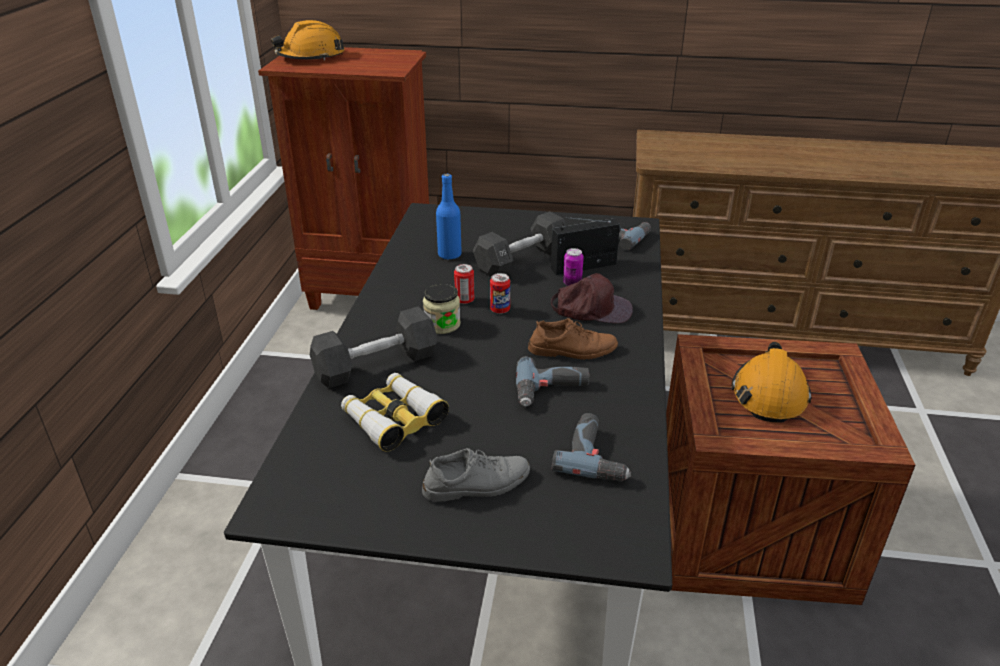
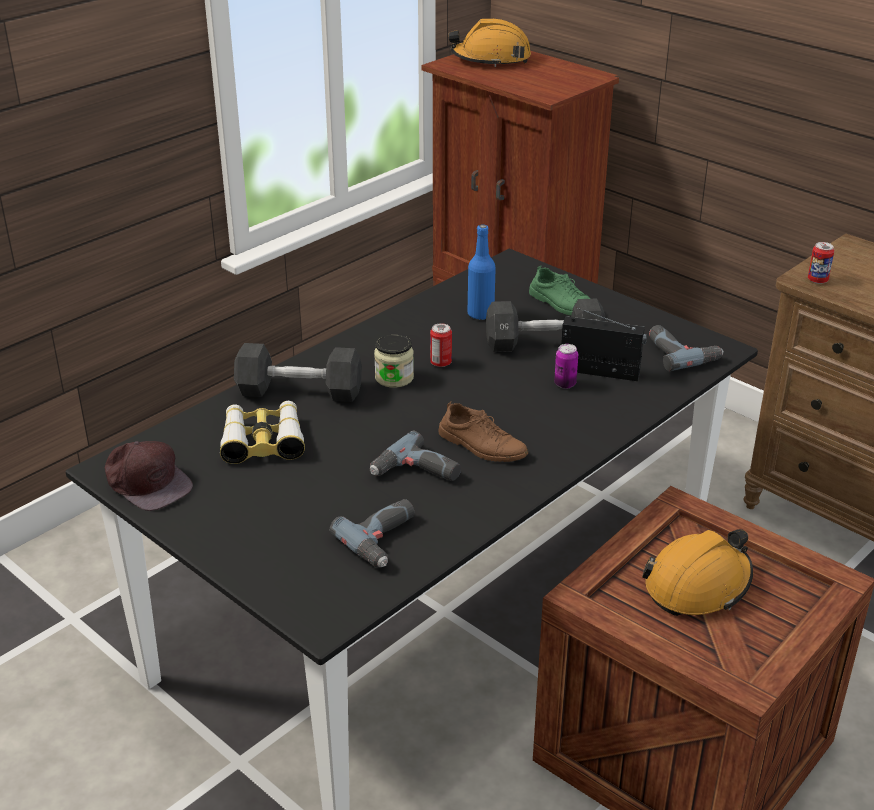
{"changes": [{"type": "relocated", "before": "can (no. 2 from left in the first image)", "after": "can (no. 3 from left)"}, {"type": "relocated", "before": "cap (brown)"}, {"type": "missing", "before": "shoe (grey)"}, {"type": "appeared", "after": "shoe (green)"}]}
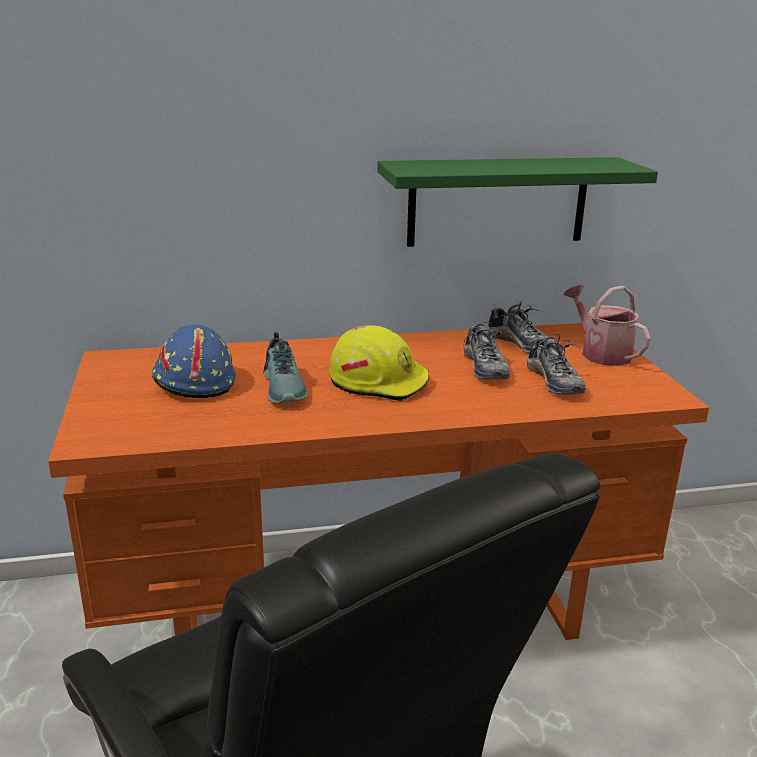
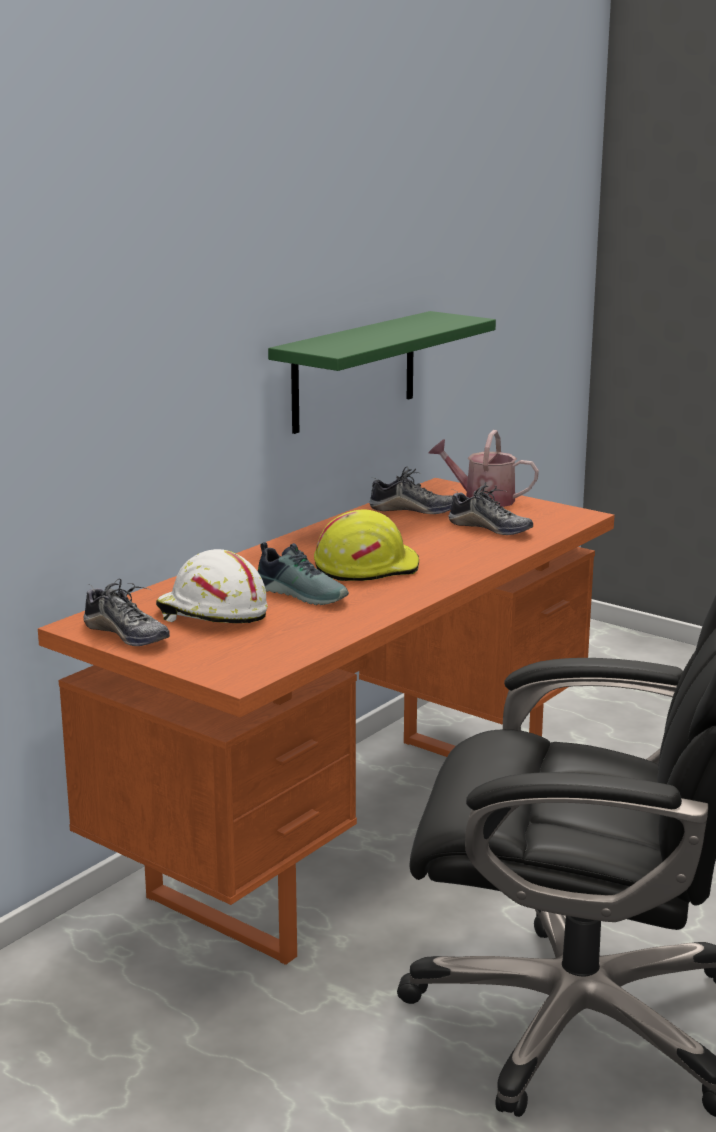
{"changes": [{"type": "relocated", "before": "shoe (no. 2 from left in the first image)", "after": "shoe (no. 1 from left)"}, {"type": "colour", "before": "hard hat (blue)", "after": "hard hat (white)"}]}
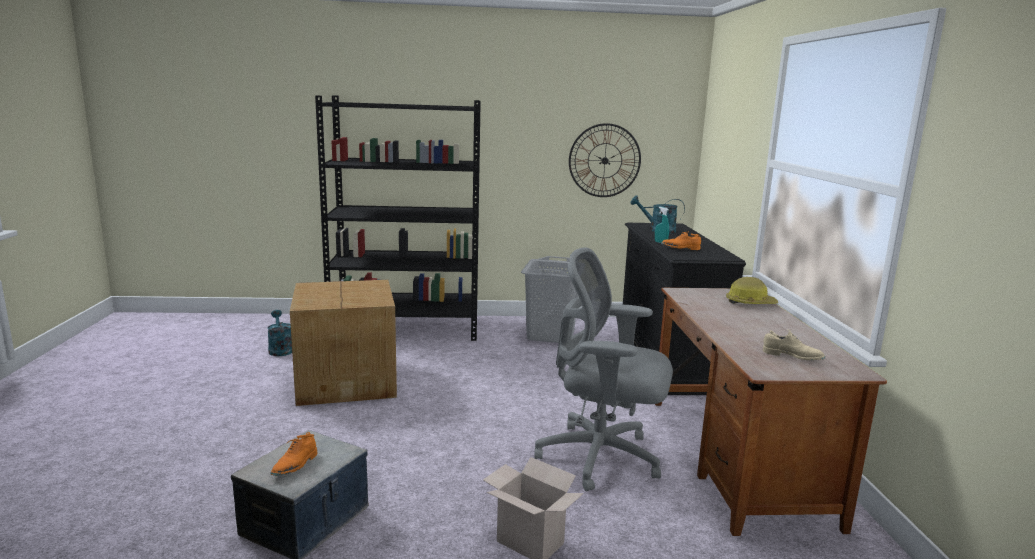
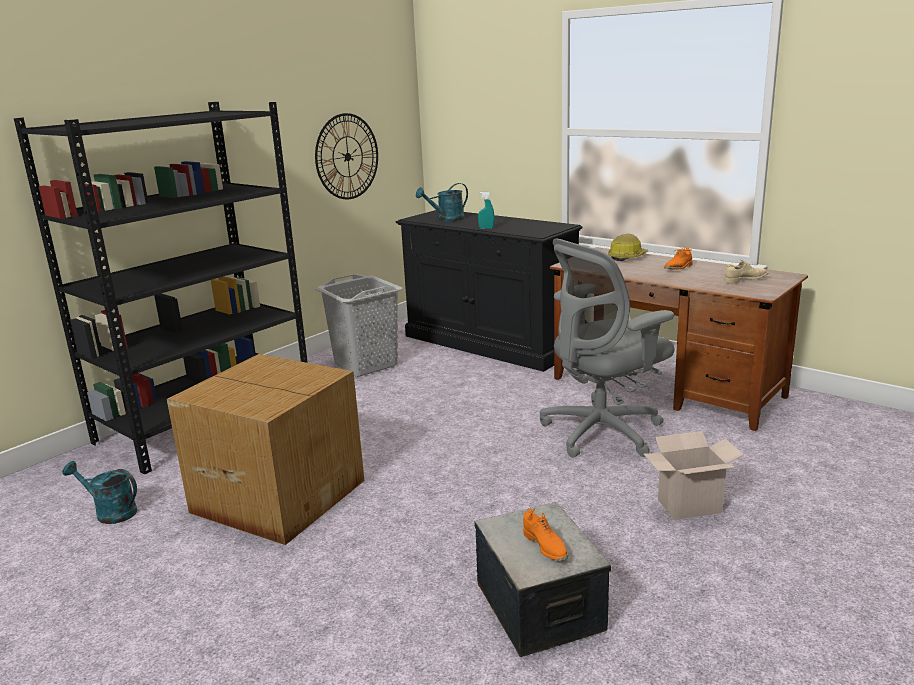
{"changes": [{"type": "relocated", "before": "shoe (orange) (no. 2 from left)"}]}
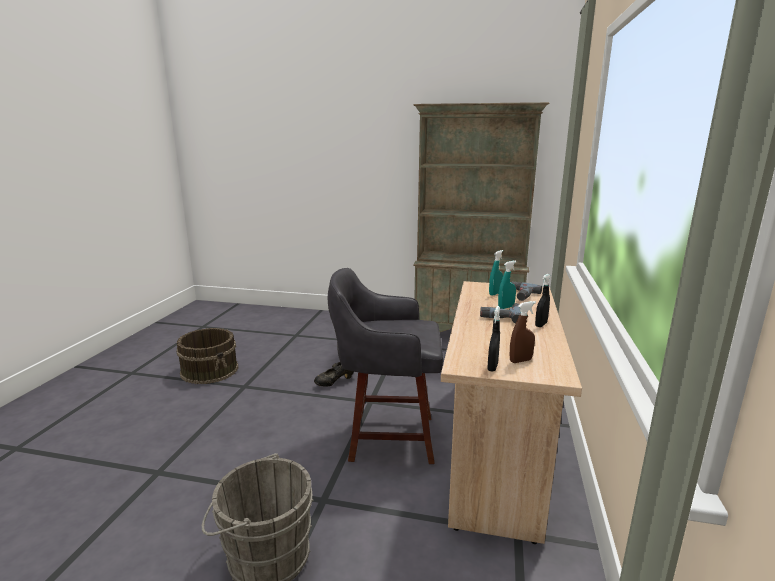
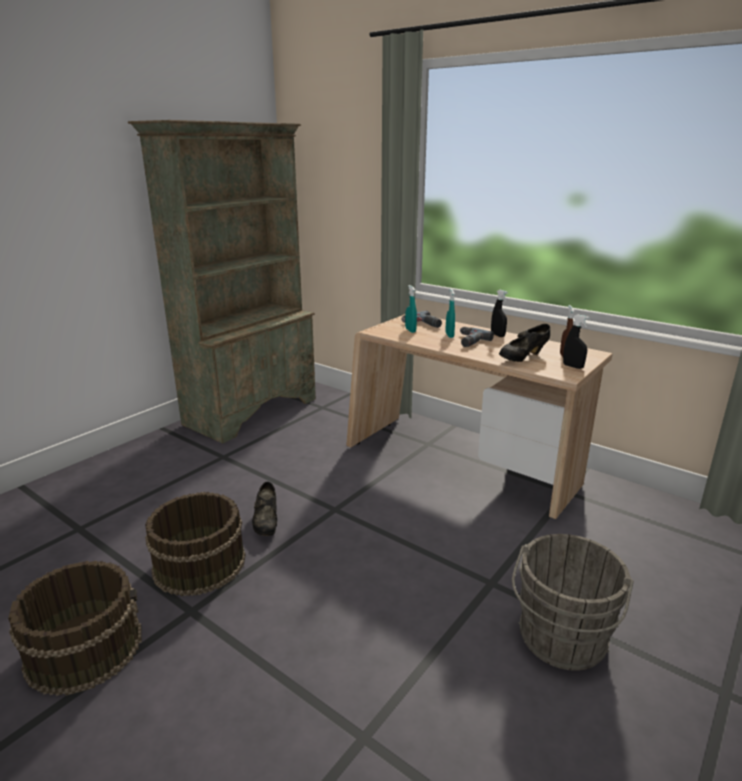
{"changes": [{"type": "missing", "before": "stool (grey)"}, {"type": "appeared", "after": "shoe (black) (no. 2 from left)"}, {"type": "appeared", "after": "bucket (brown) (no. 2 from left)"}]}
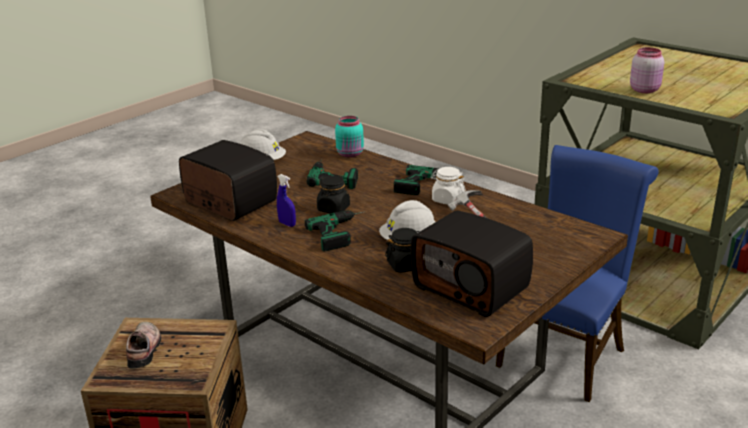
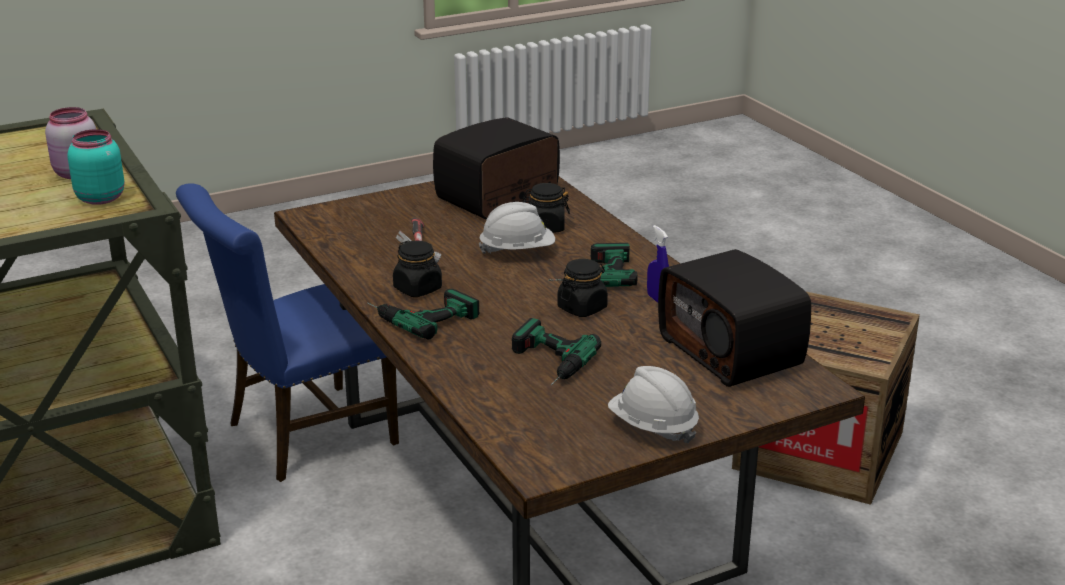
{"changes": [{"type": "relocated", "before": "jar (turquoise)"}, {"type": "colour", "before": "jar (white)", "after": "jar (black) (no. 1 from left)"}, {"type": "spun", "before": "radio (no. 2 from left in the first image)", "turn": -105}, {"type": "missing", "before": "shoe"}]}
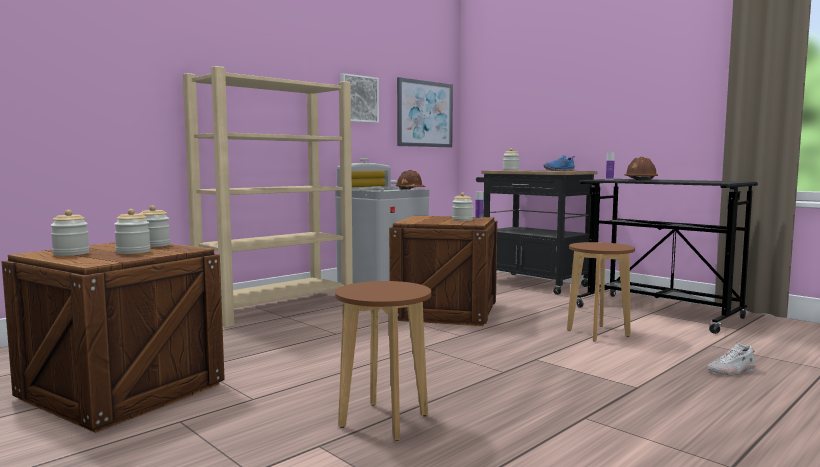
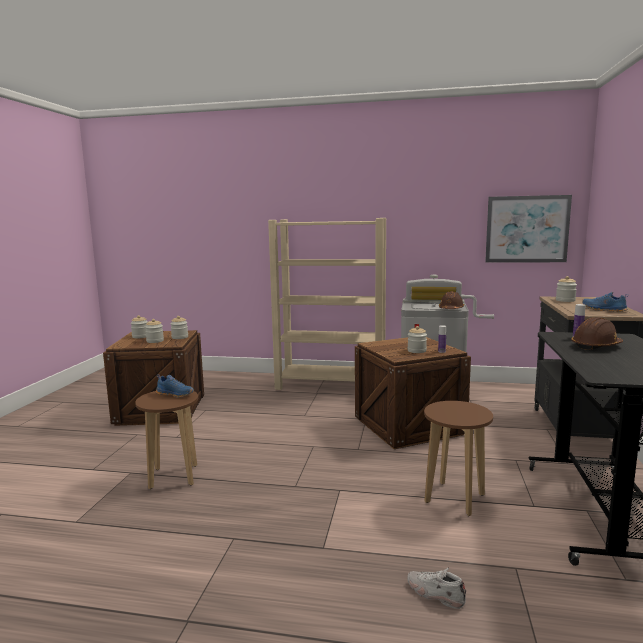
{"changes": [{"type": "missing", "before": "picture (no. 1 from left)"}, {"type": "appeared", "after": "shoe (blue) (no. 1 from left)"}]}
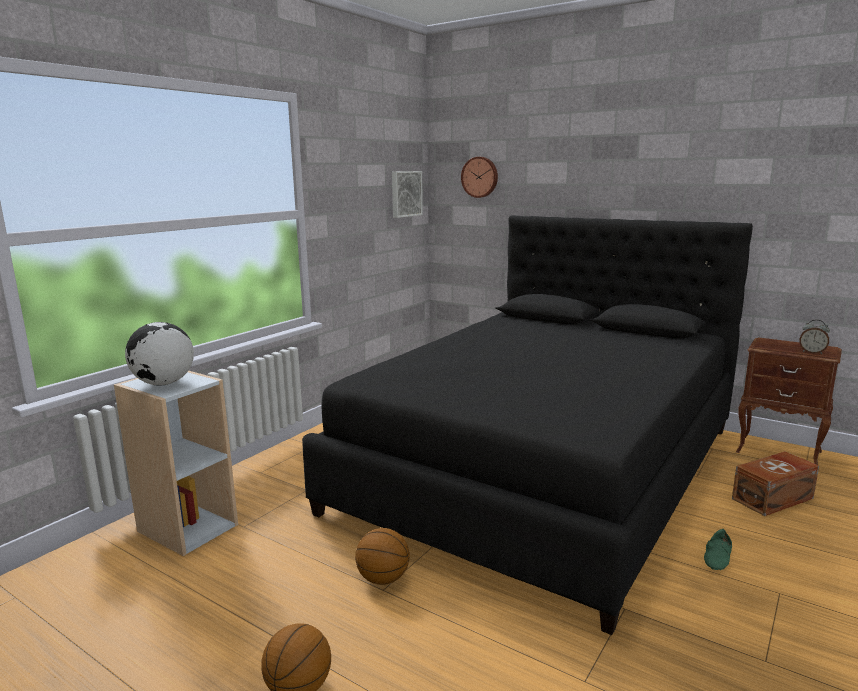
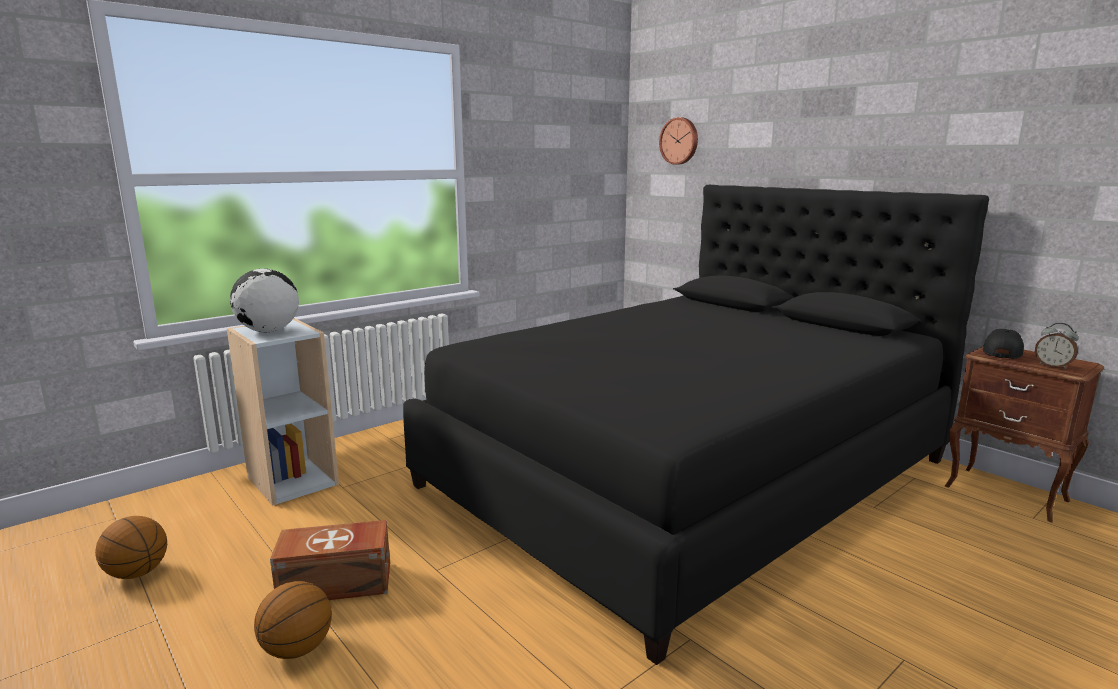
{"changes": [{"type": "missing", "before": "picture"}, {"type": "relocated", "before": "storage box (brown)"}, {"type": "relocated", "before": "basketball (no. 2 from left in the first image)", "after": "basketball (no. 1 from left)"}, {"type": "missing", "before": "shoe (green)"}, {"type": "appeared", "after": "cap (black)"}]}
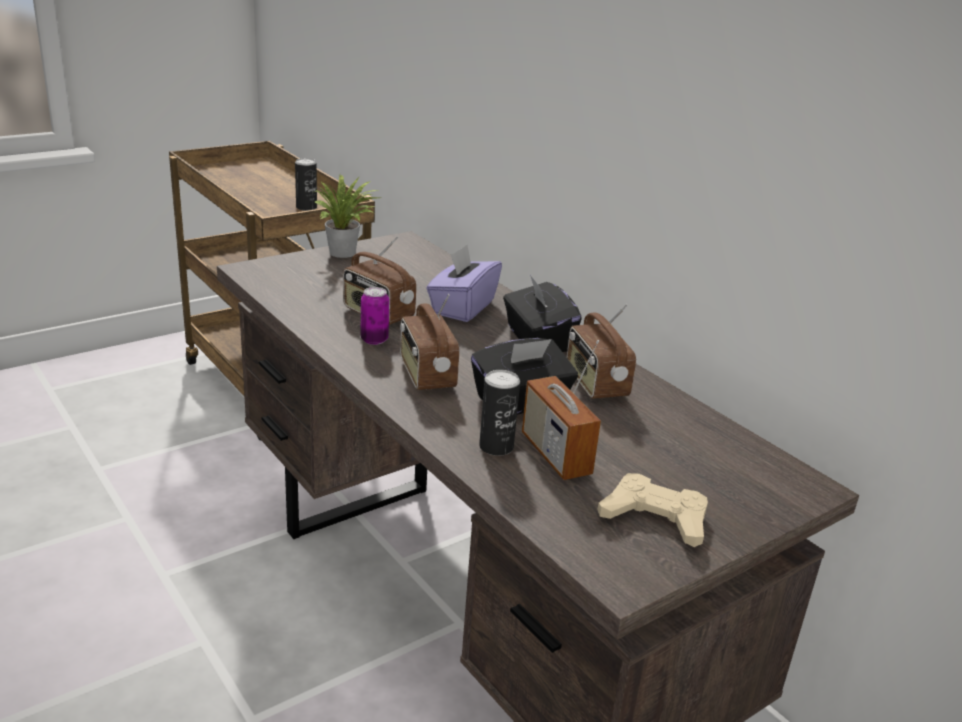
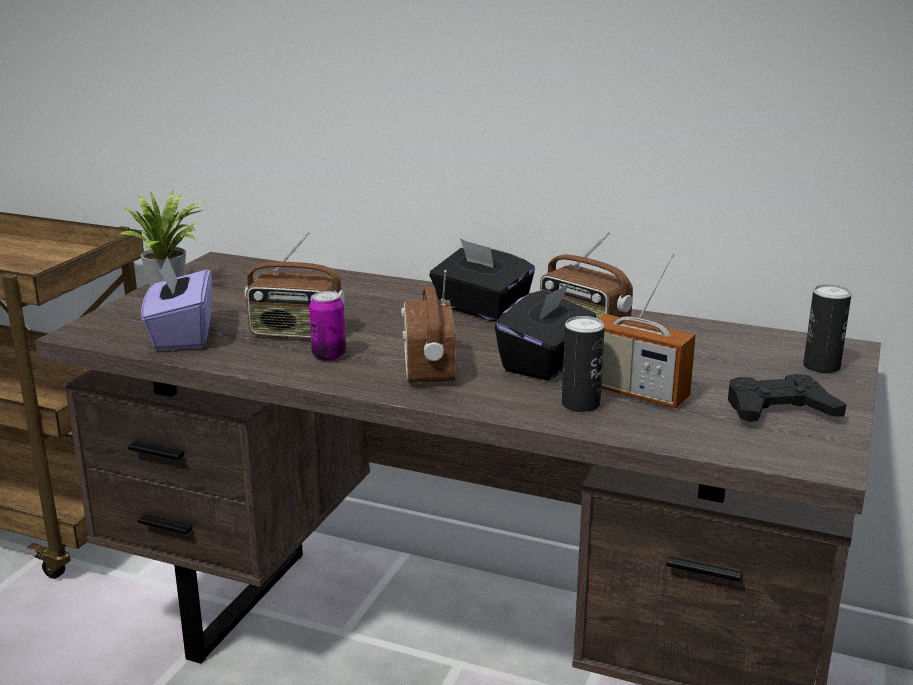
{"changes": [{"type": "relocated", "before": "can (no. 1 from left in the first image)", "after": "can (no. 3 from left)"}, {"type": "relocated", "before": "tissue box (purple)"}, {"type": "spun", "before": "radio (no. 2 from left)", "turn": 45}, {"type": "colour", "before": "game controller (beige)", "after": "game controller (black)"}]}
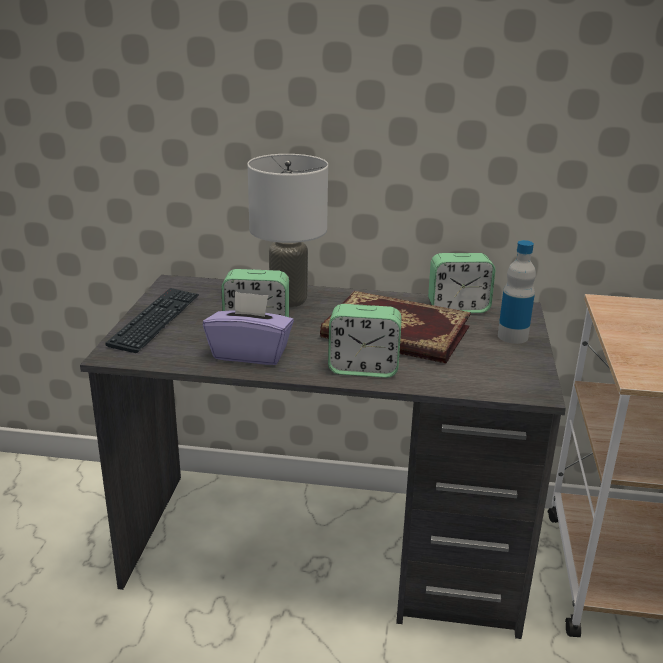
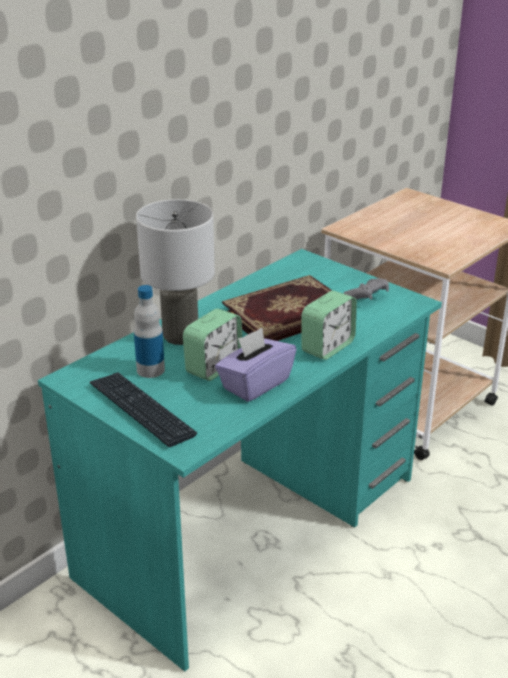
{"changes": [{"type": "relocated", "before": "bottle"}, {"type": "missing", "before": "alarm clock (no. 3 from left)"}, {"type": "colour", "before": "desk (grey)", "after": "desk (turquoise)"}, {"type": "appeared", "after": "game controller (grey)"}]}
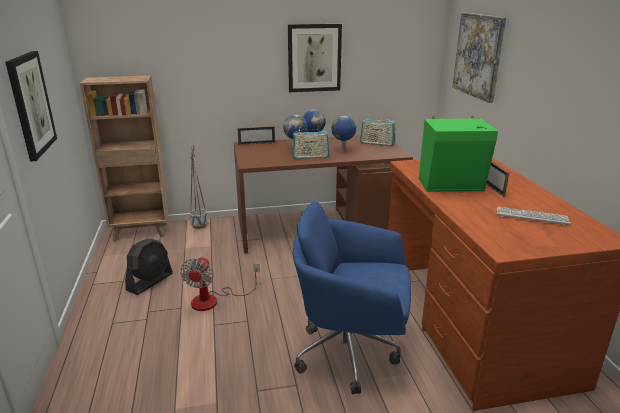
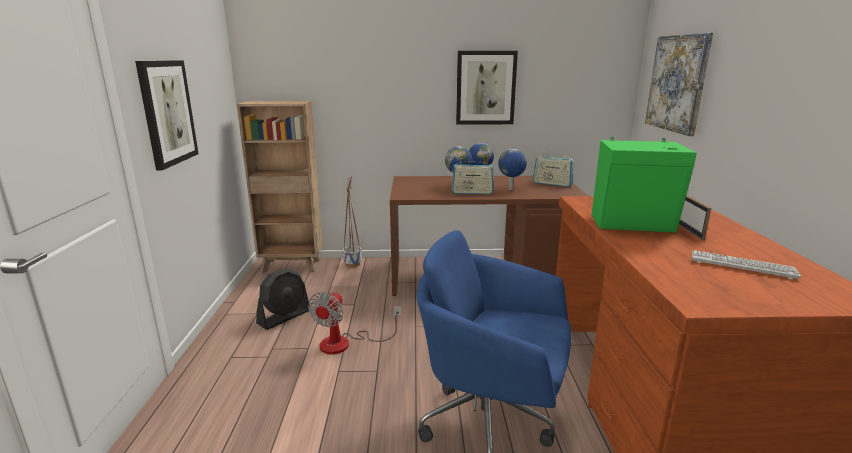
{"changes": [{"type": "missing", "before": "picture frame (no. 1 from left)"}]}
